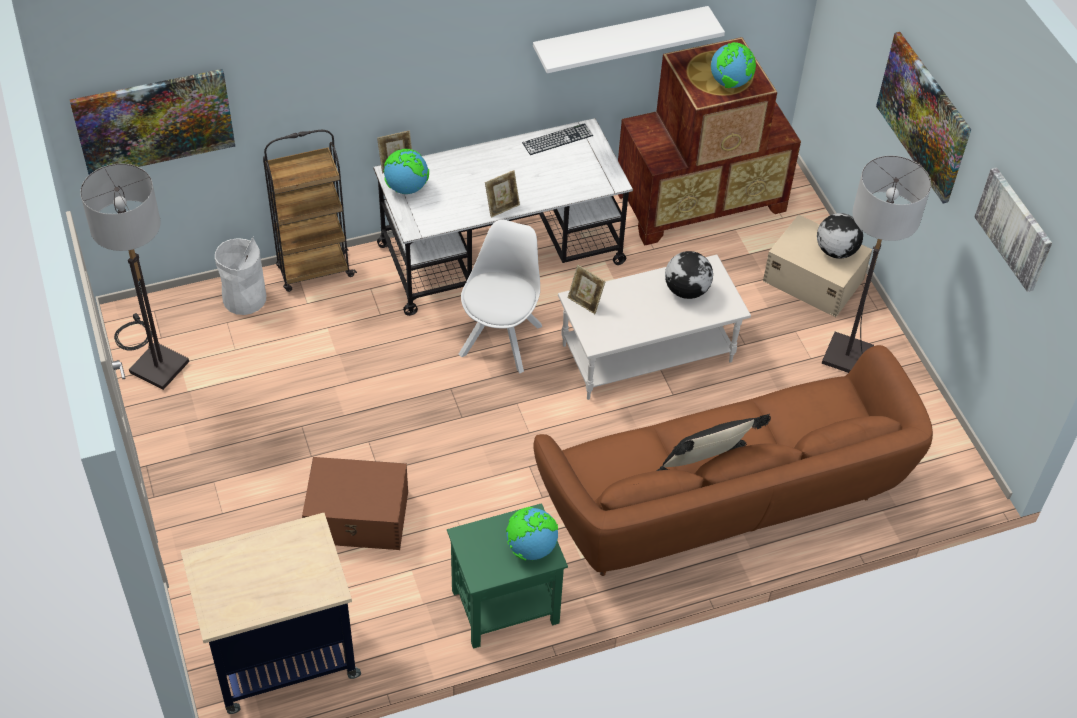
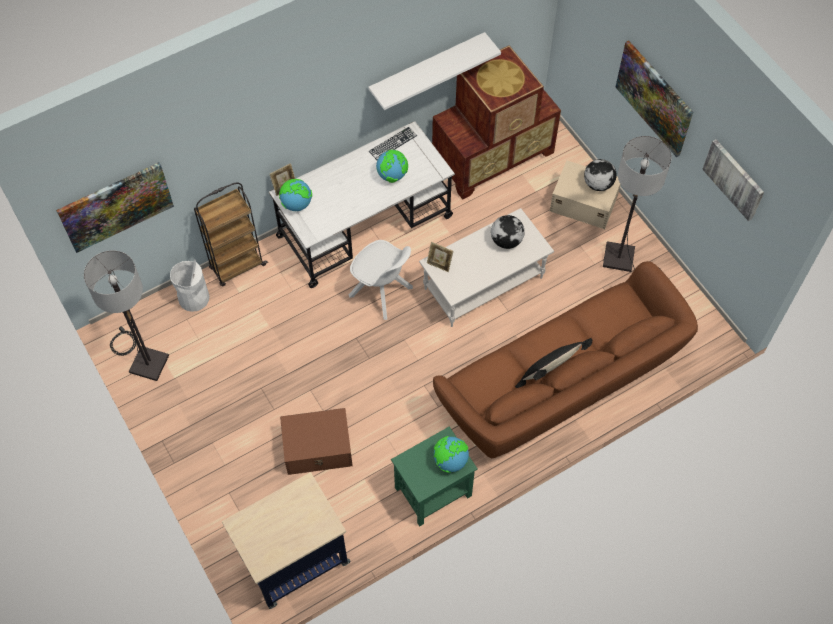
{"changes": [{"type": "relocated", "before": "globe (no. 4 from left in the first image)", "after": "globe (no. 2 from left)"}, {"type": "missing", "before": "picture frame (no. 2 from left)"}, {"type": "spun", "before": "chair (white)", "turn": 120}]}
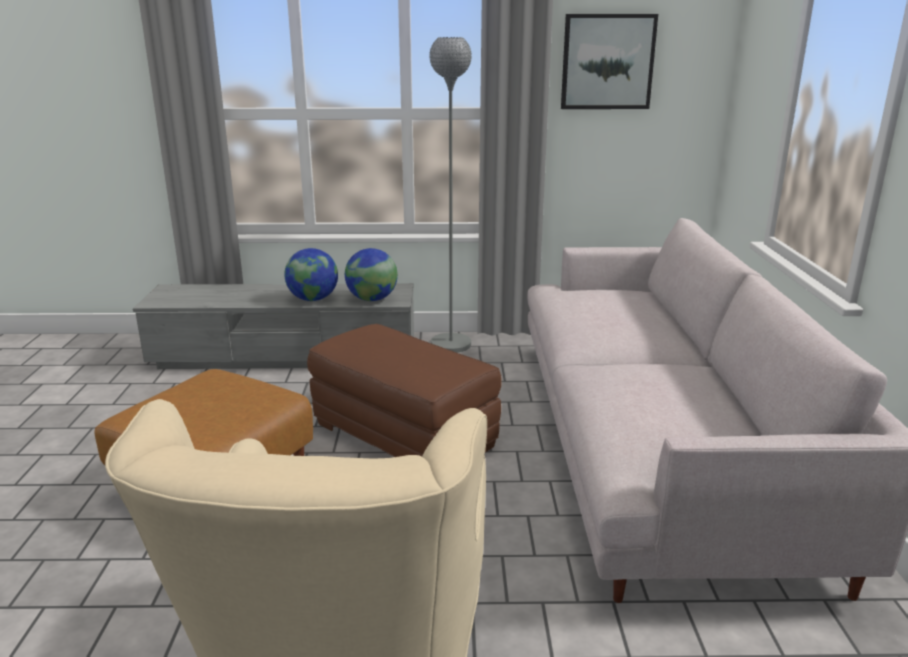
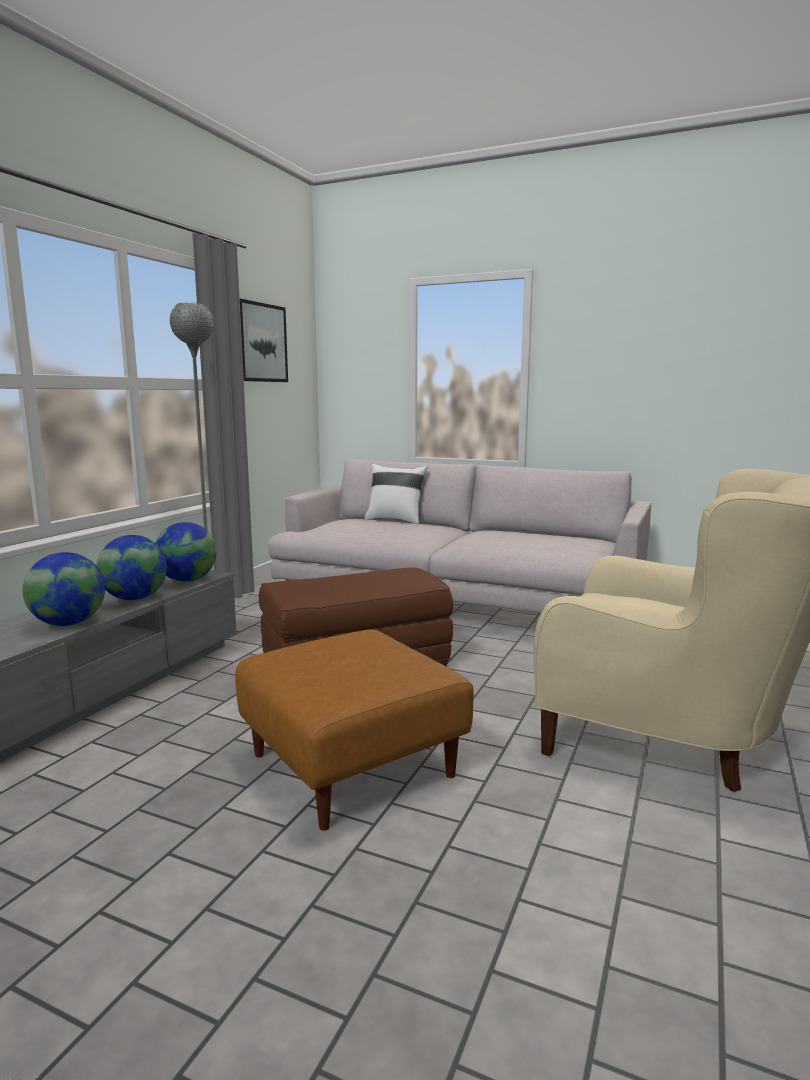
{"changes": [{"type": "appeared", "after": "pillow (white)"}, {"type": "appeared", "after": "globe (no. 1 from left)"}]}
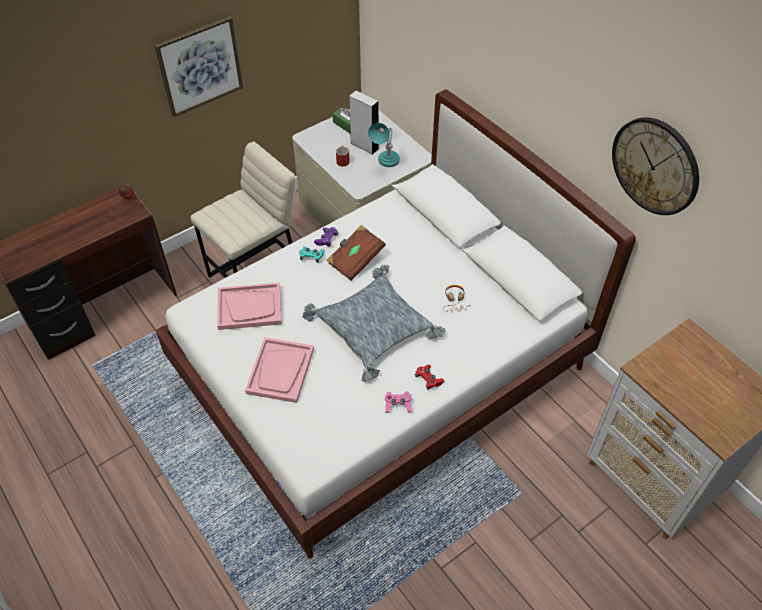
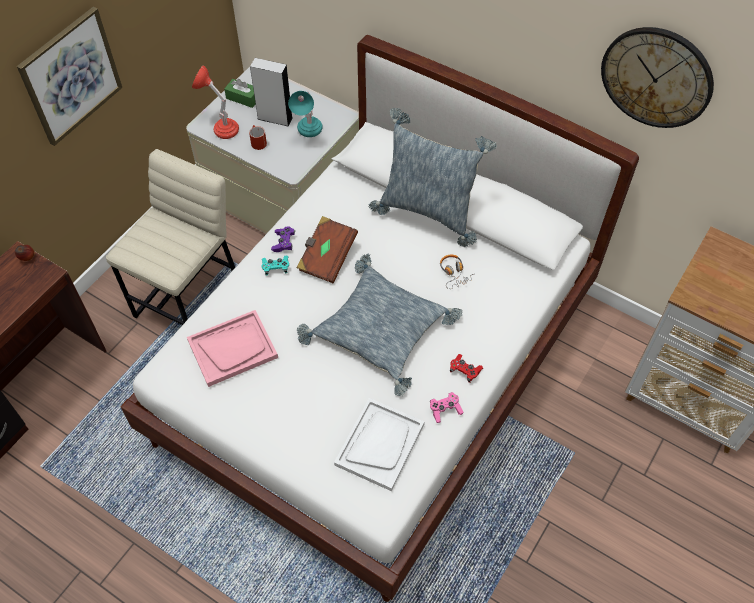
{"changes": [{"type": "missing", "before": "tray (pink) (no. 2 from left)"}, {"type": "appeared", "after": "table lamp (red)"}, {"type": "appeared", "after": "pillow (no. 2 from left)"}, {"type": "appeared", "after": "tray (white)"}]}
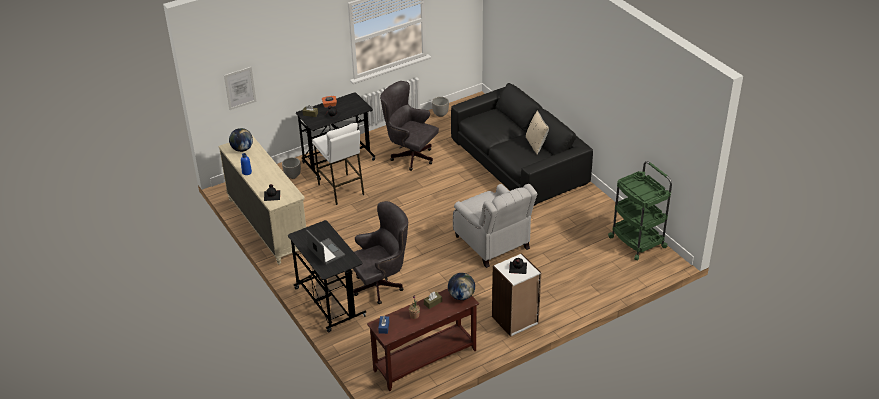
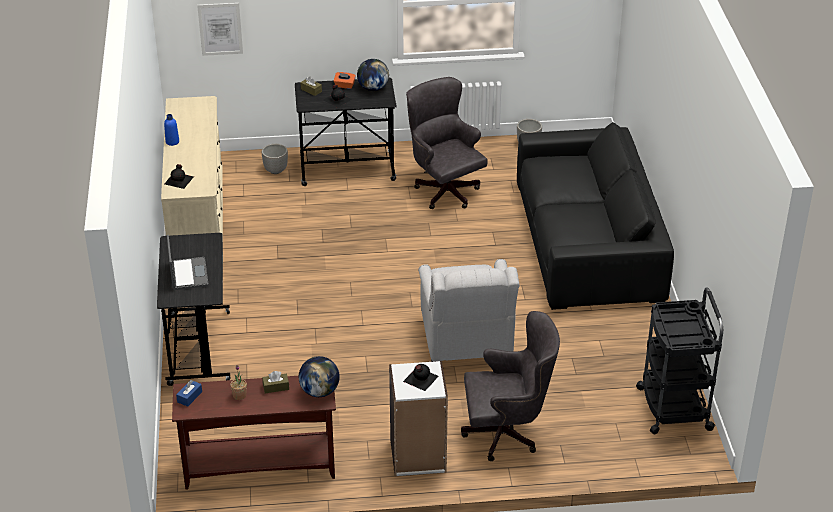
{"changes": [{"type": "missing", "before": "pillow (beige)"}, {"type": "missing", "before": "stool (white)"}, {"type": "relocated", "before": "globe (no. 1 from left in the first image)", "after": "globe (no. 2 from left)"}, {"type": "colour", "before": "cart (green)", "after": "cart (black)"}, {"type": "relocated", "before": "office chair (grey) (no. 1 from left in the first image)", "after": "office chair (grey) (no. 2 from left)"}]}
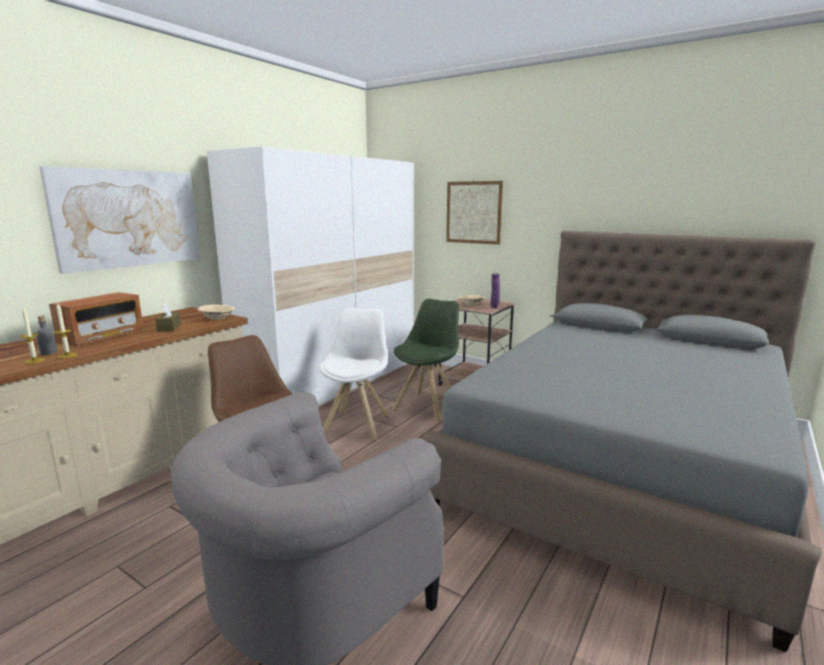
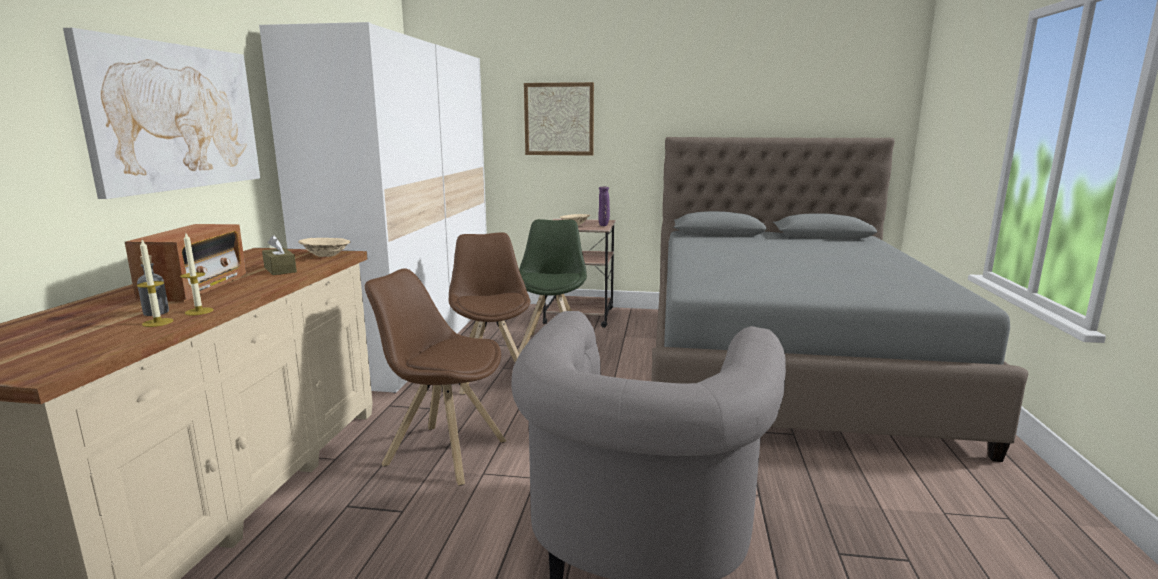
{"changes": [{"type": "colour", "before": "chair (white)", "after": "chair (brown) (no. 2 from left)"}]}
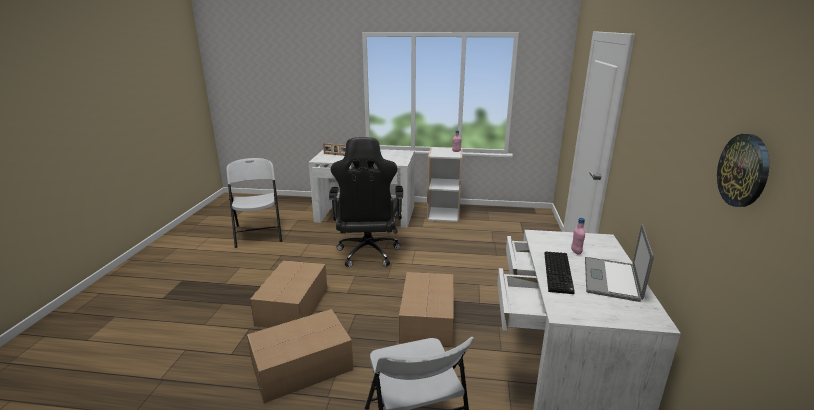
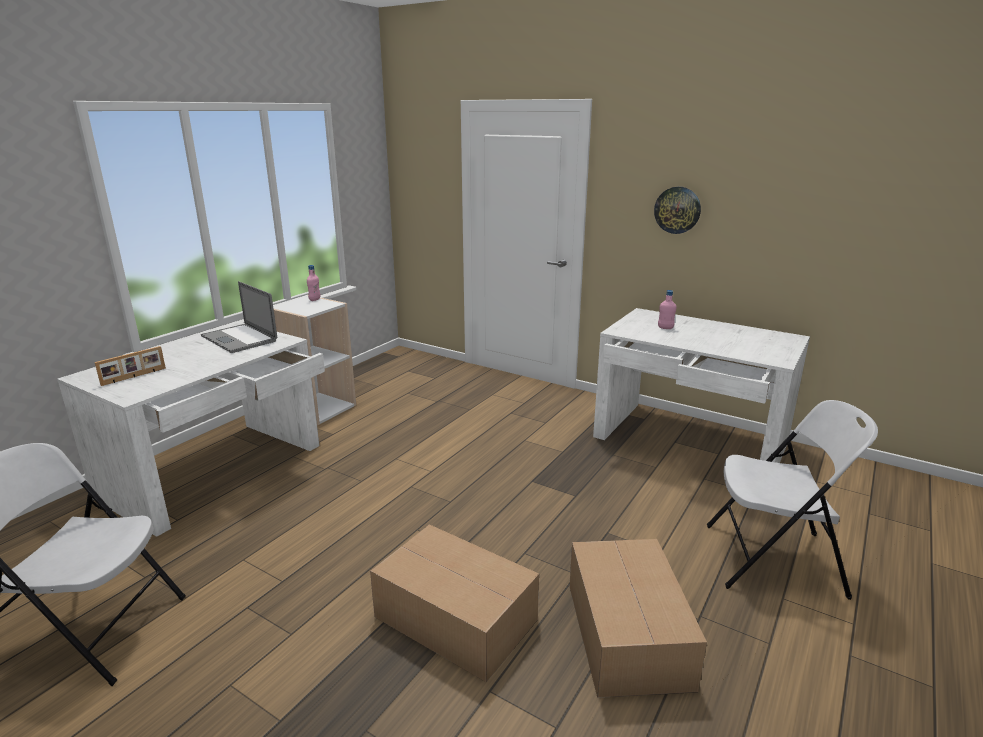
{"changes": [{"type": "relocated", "before": "wall clock"}, {"type": "missing", "before": "office chair (black)"}, {"type": "relocated", "before": "laptop"}, {"type": "missing", "before": "keyboard"}, {"type": "missing", "before": "cardboard box (no. 3 from left)"}]}
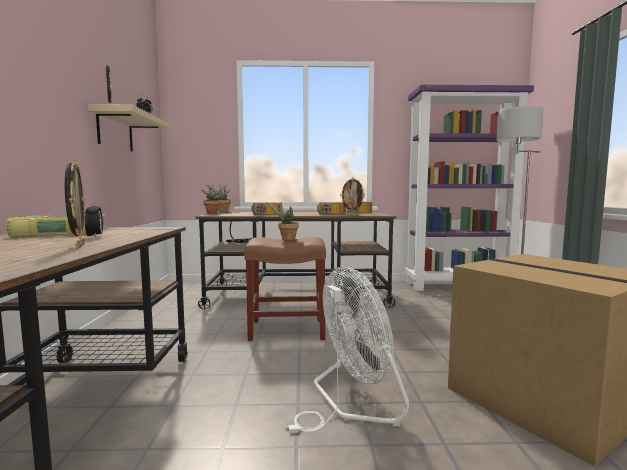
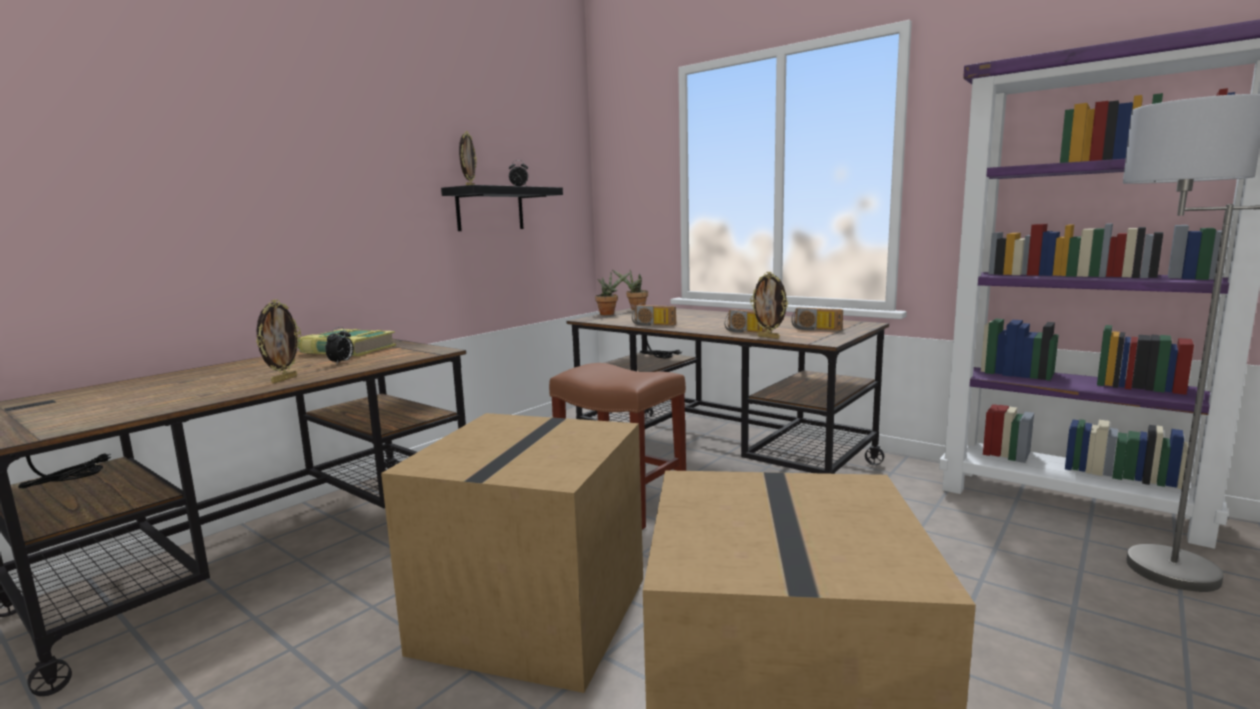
{"changes": [{"type": "colour", "before": "shelf (beige)", "after": "shelf (black)"}, {"type": "missing", "before": "potted plant (no. 3 from left)"}, {"type": "exchanged", "before": "fan (white)", "after": "cardboard box (no. 1 from left)"}]}
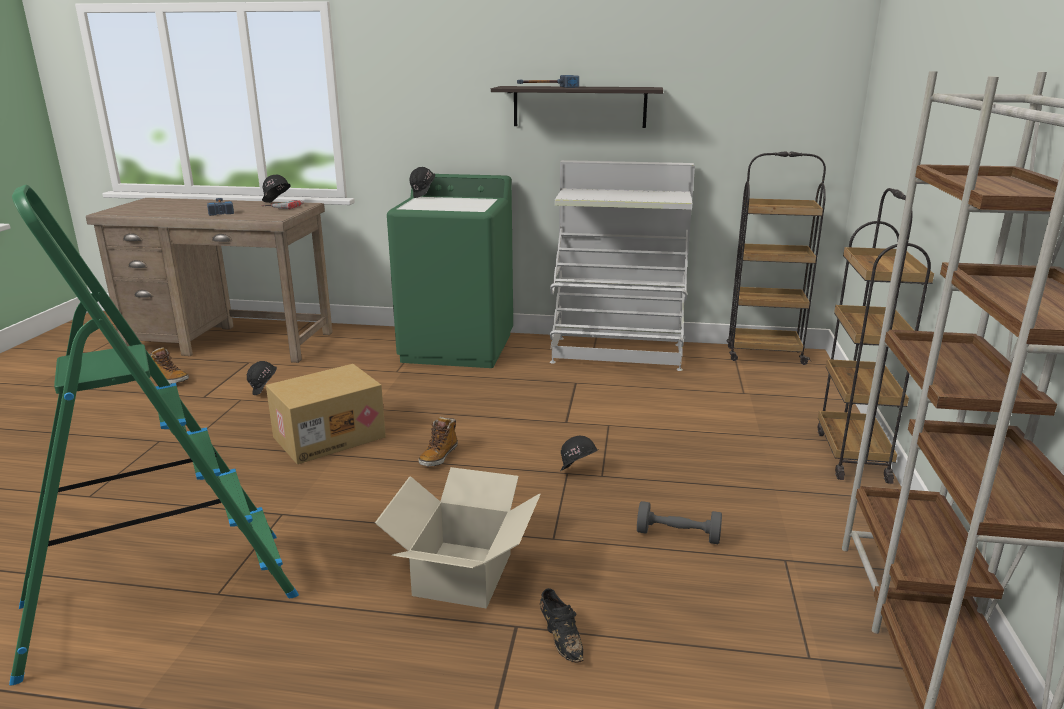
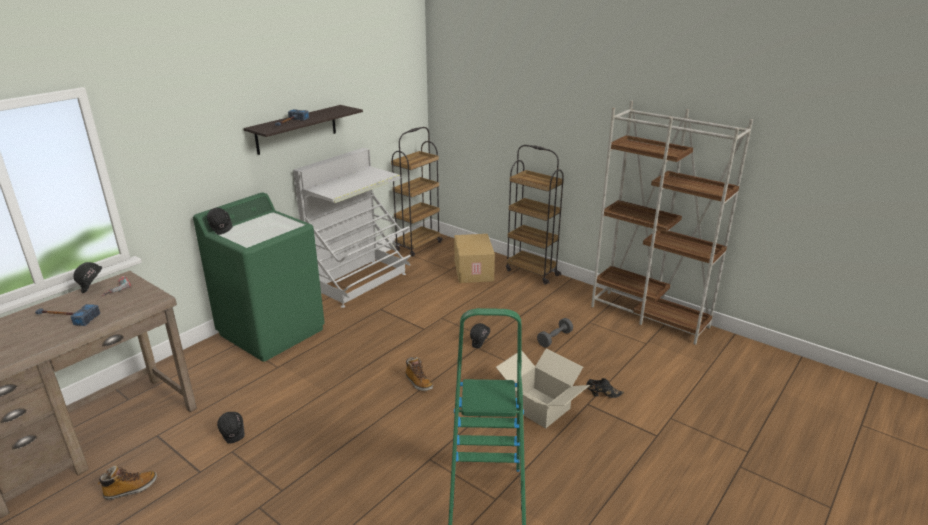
{"changes": [{"type": "relocated", "before": "cardboard box (no. 1 from left)"}]}
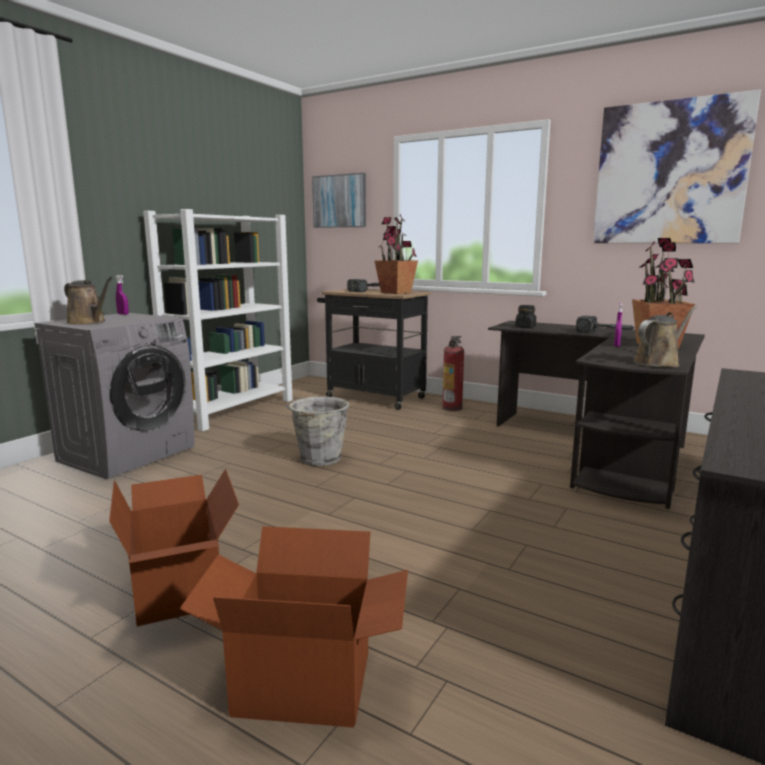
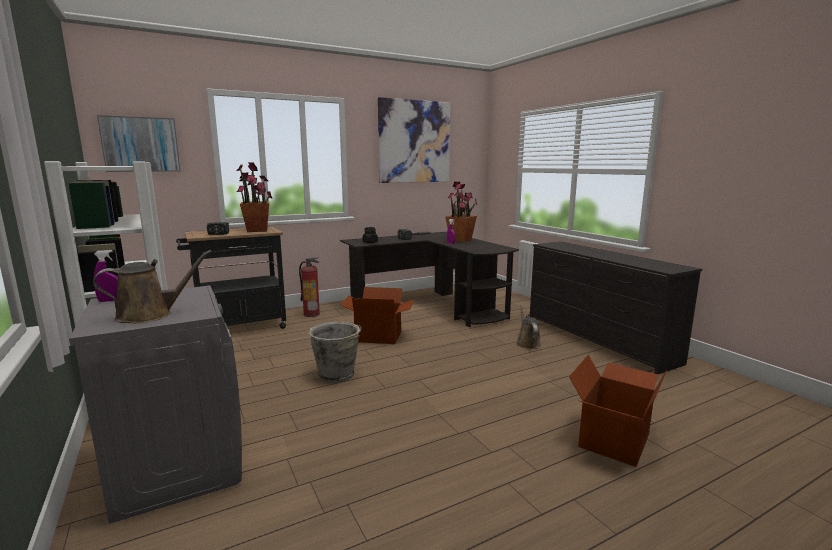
{"changes": [{"type": "relocated", "before": "watering can (brown) (no. 2 from left)"}, {"type": "relocated", "before": "cardboard box (no. 1 from left)"}]}
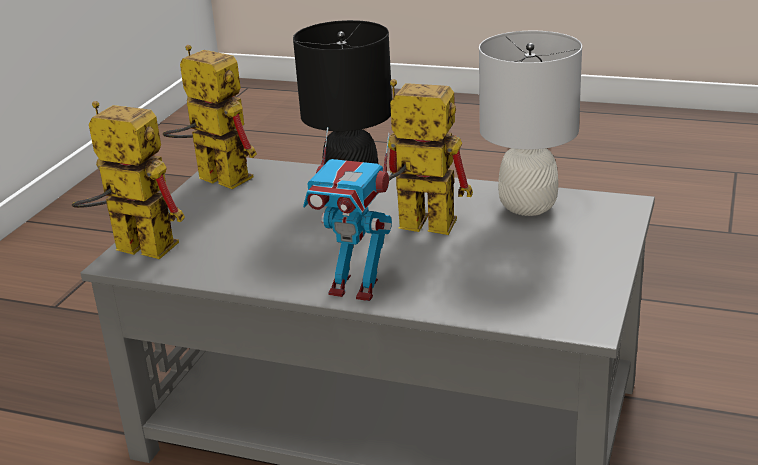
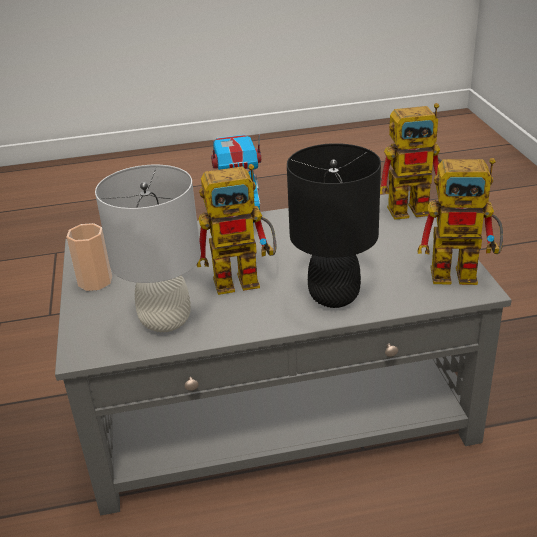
{"changes": [{"type": "appeared", "after": "cup"}]}
